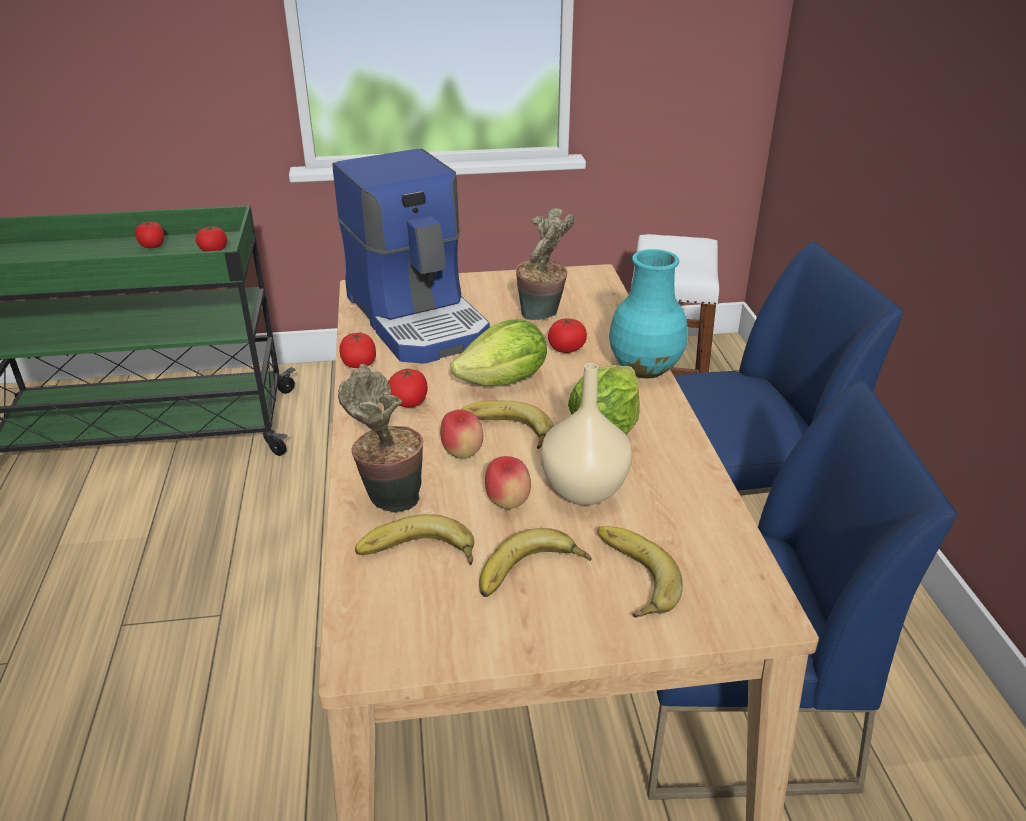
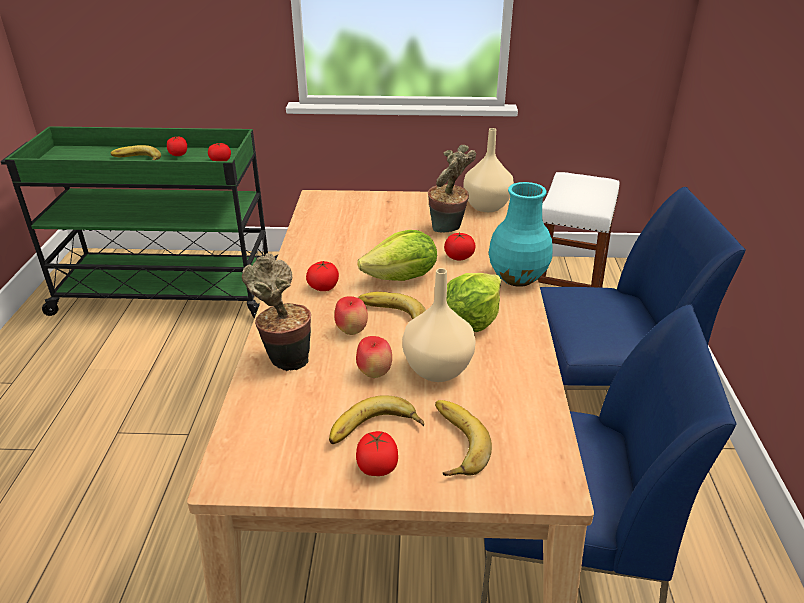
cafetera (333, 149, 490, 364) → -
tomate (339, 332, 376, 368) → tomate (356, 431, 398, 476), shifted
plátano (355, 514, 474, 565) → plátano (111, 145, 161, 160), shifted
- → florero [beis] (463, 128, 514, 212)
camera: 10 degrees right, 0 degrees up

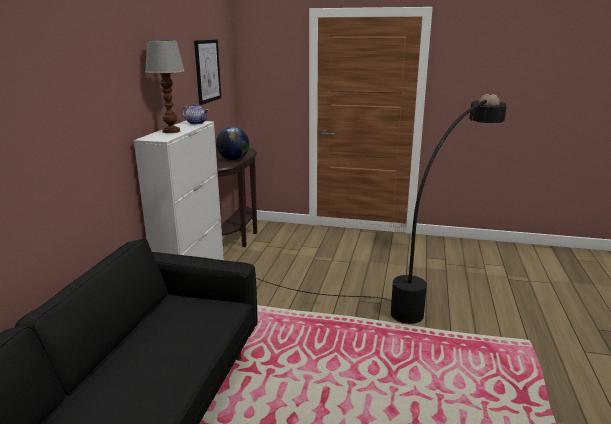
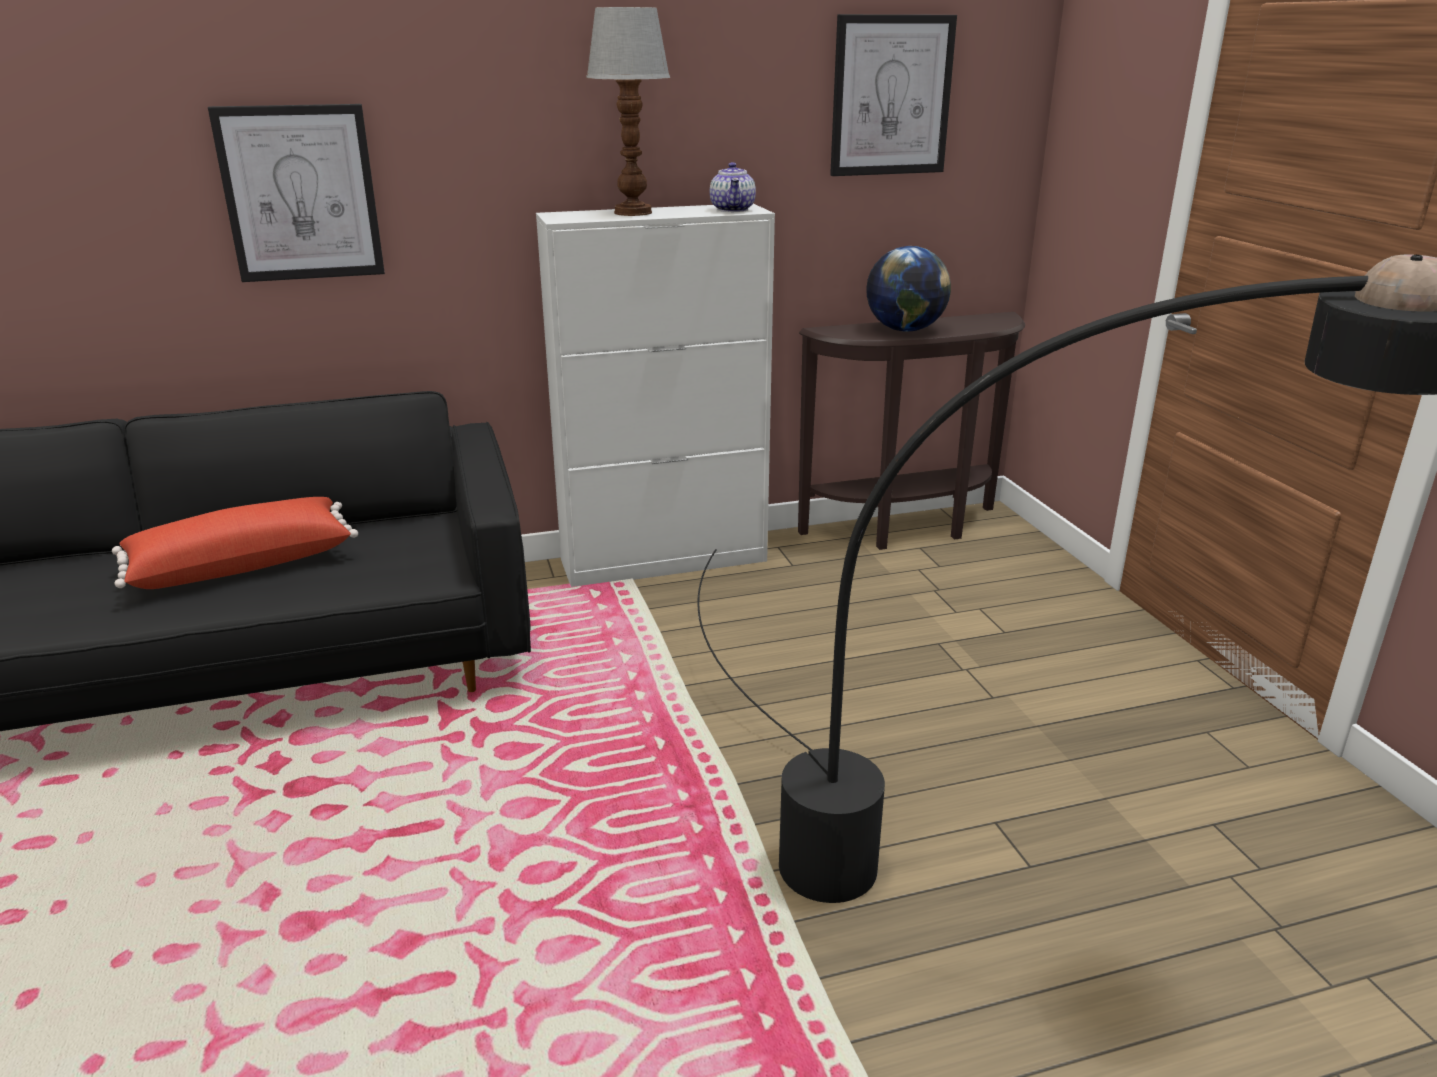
- → cojín [rojo] (112, 497, 358, 589)
- → cuadro (208, 104, 385, 282)
camera: 60 degrees right, 5 degrees up

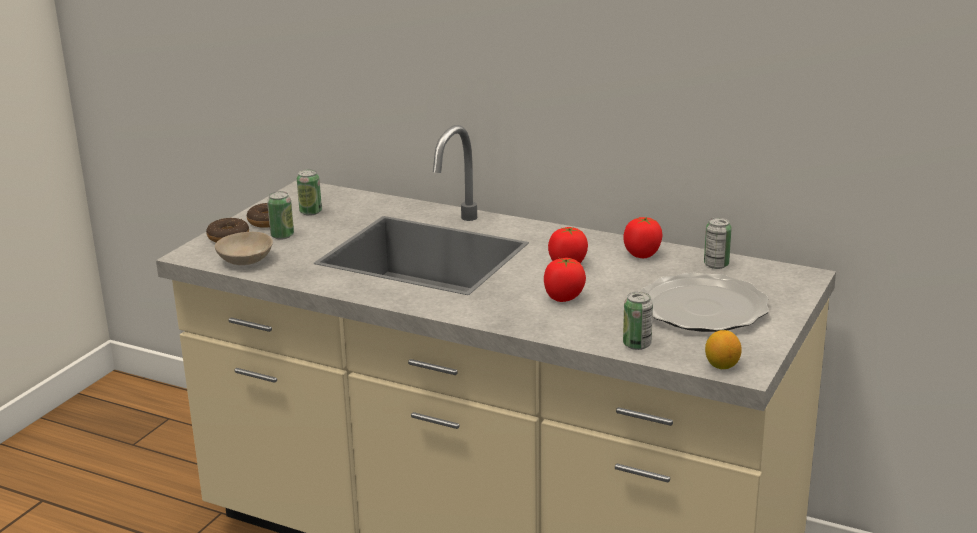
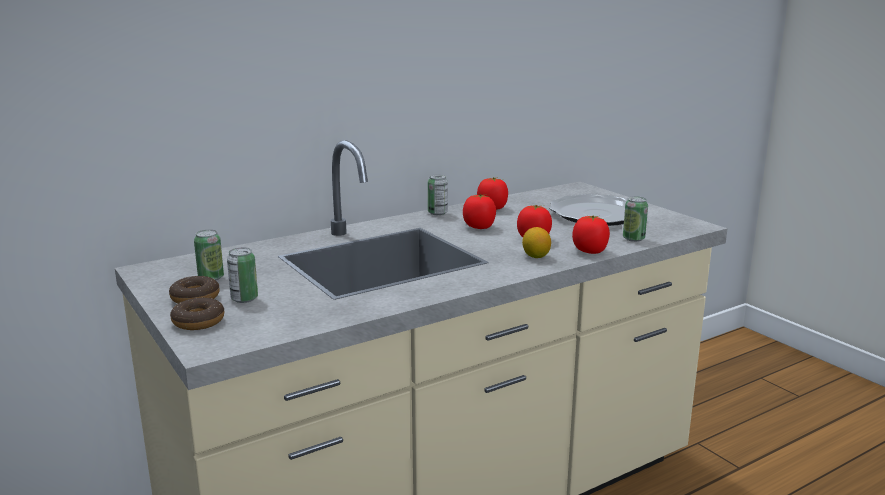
cuenco [beis] (215, 232, 273, 265) → -
lata (704, 217, 732, 269) → lata (428, 175, 448, 215), shifted
limón (705, 330, 742, 369) → limón (522, 227, 551, 258), shifted
- → tomate (572, 216, 610, 254)
camera: 60 degrees left, 5 degrees down

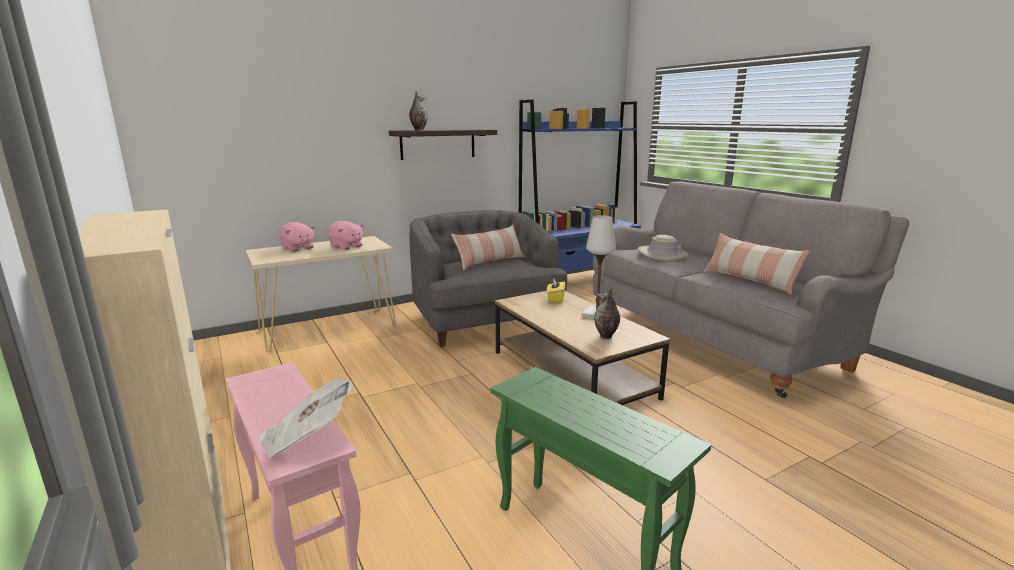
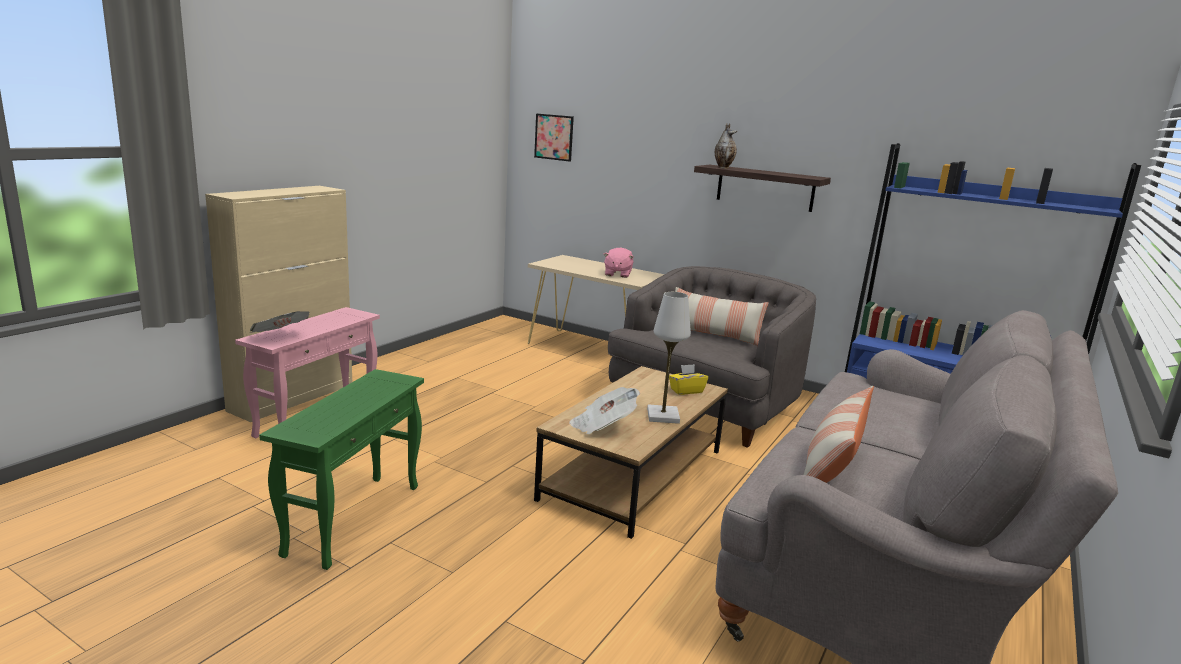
peluche [rosa] (279, 222, 314, 252) → -
florero (594, 287, 620, 339) → periódico (569, 387, 640, 434)
sombrero [beis] (638, 235, 689, 261) → -
- → cuadro (534, 114, 574, 162)
camera: 60 degrees right, 0 degrees up

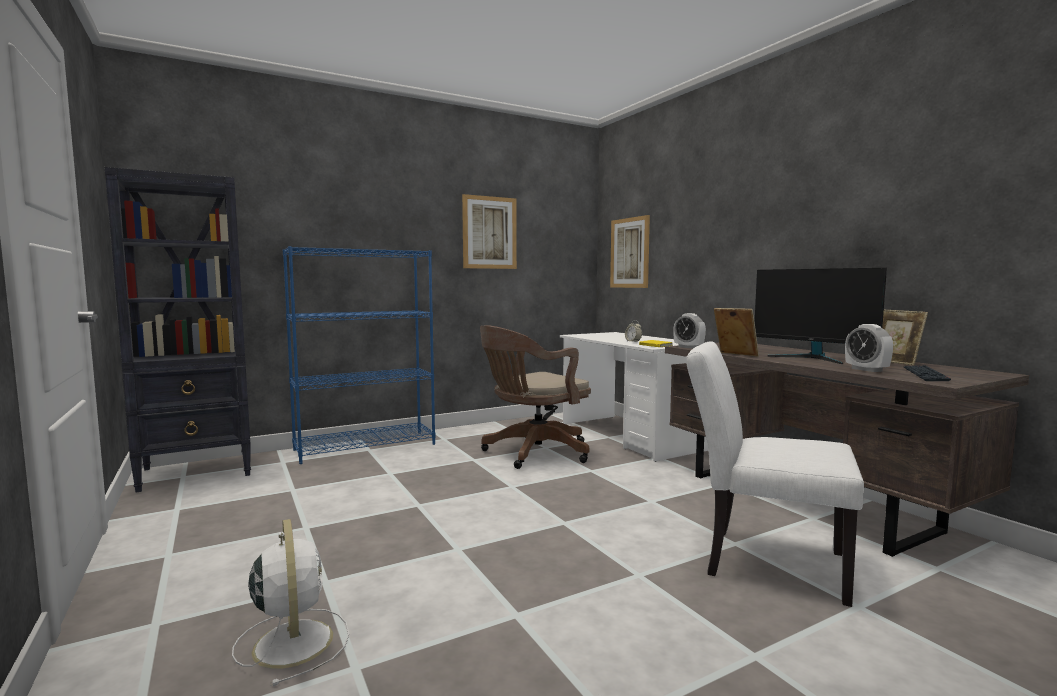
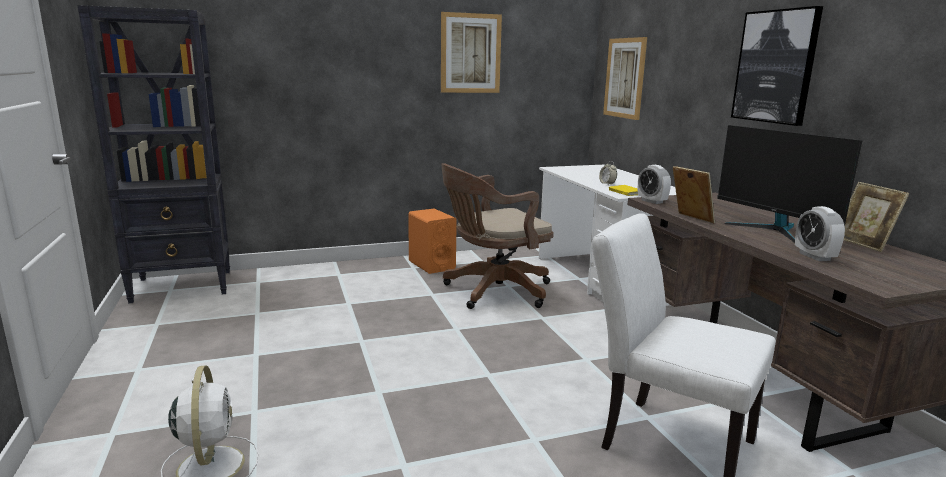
estantería [azul] (283, 246, 435, 464) → -
teclado (904, 365, 951, 381) → -
- → altavoz [naranja] (408, 209, 457, 274)
- → cuadro (731, 6, 823, 126)
camera: 10 degrees right, 10 degrees up

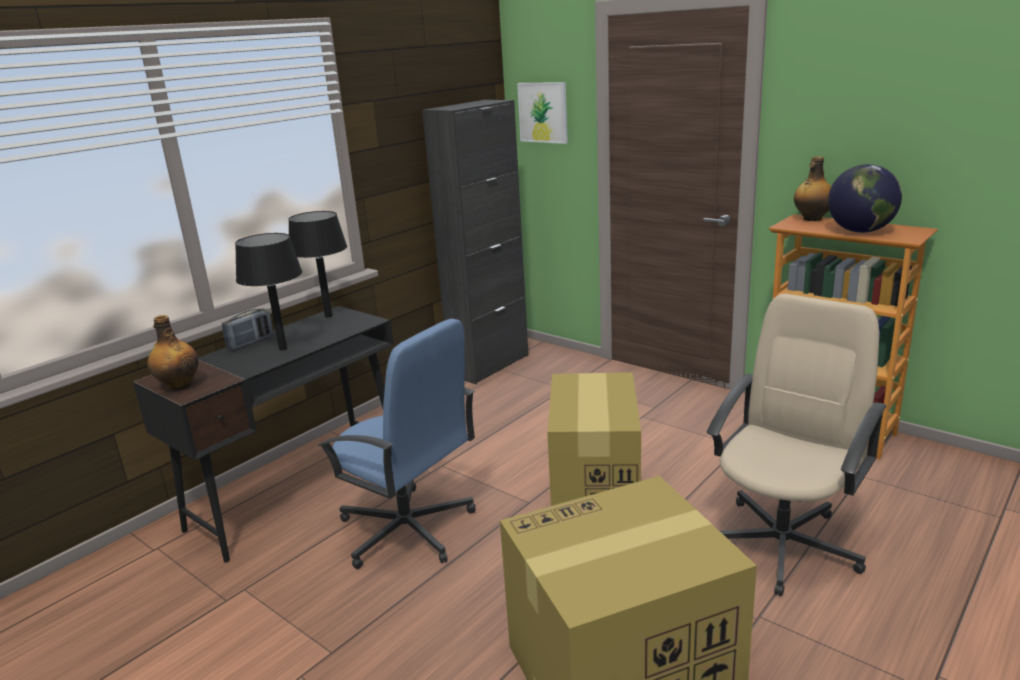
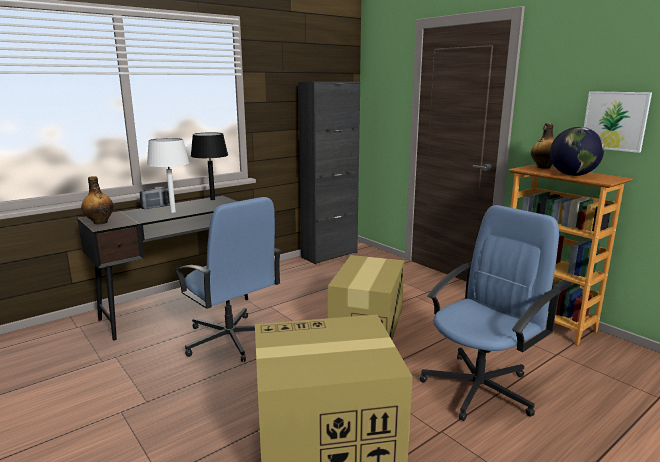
lámpara de mesa [negro] (235, 233, 302, 351) → lámpara de mesa [blanco] (147, 138, 189, 213)
cuadro (517, 82, 568, 144) → cuadro (584, 91, 652, 153), shifted
silla de oficina [beis] (707, 294, 887, 596) → silla de oficina [azul] (420, 205, 562, 421)
camera: 10 degrees right, 5 degrees down

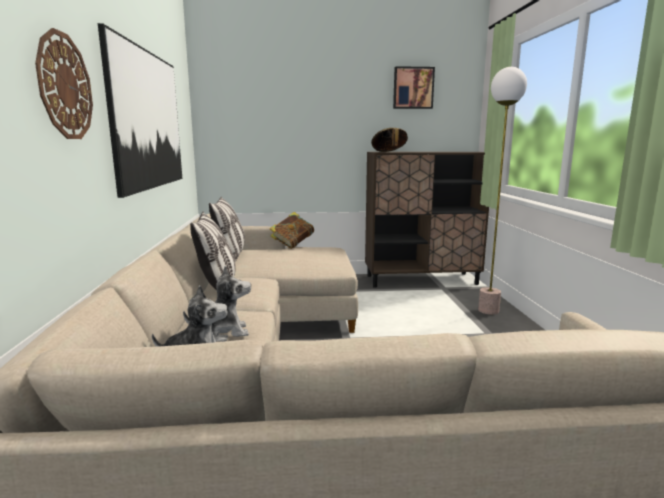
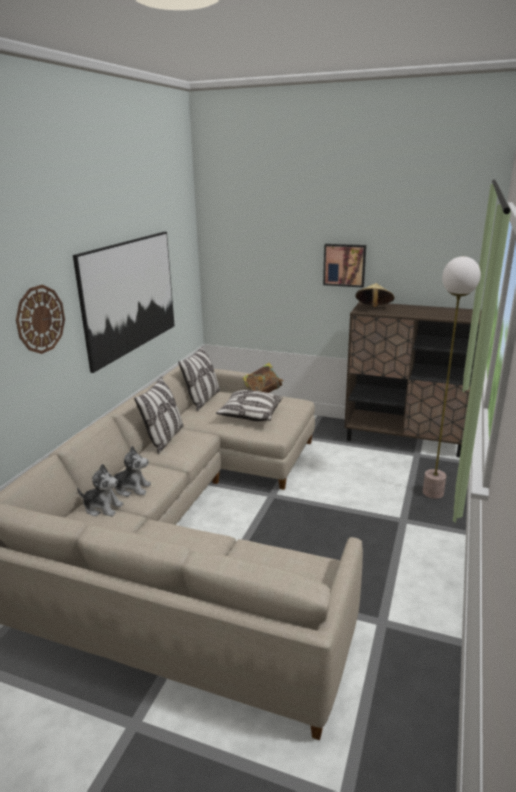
cuadro (393, 66, 435, 109) → cuadro (323, 244, 366, 288), shifted
- → cojín (216, 390, 282, 421)
camera: 25 degrees right, 10 degrees up

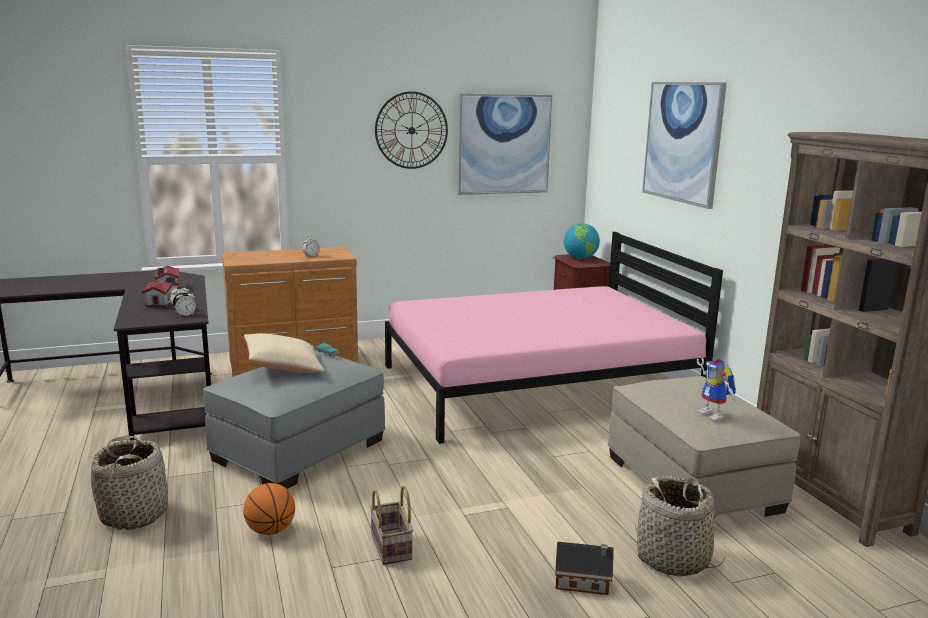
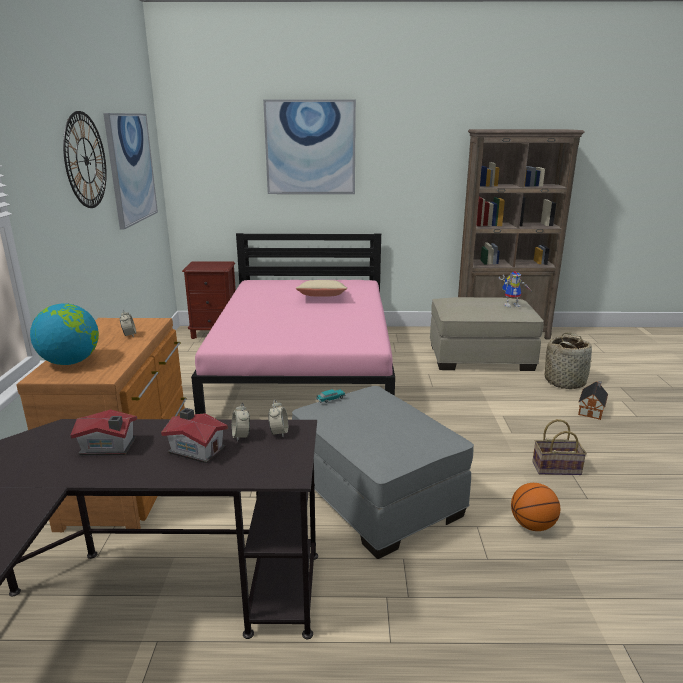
cesta (91, 435, 168, 530) → -
cojín [beis] (244, 333, 325, 373) → cojín [beis] (296, 280, 347, 296), shifted
globo terráqueo (564, 223, 600, 259) → globo terráqueo (30, 303, 99, 365), shifted
camera: 70 degrees left, 5 degrees up

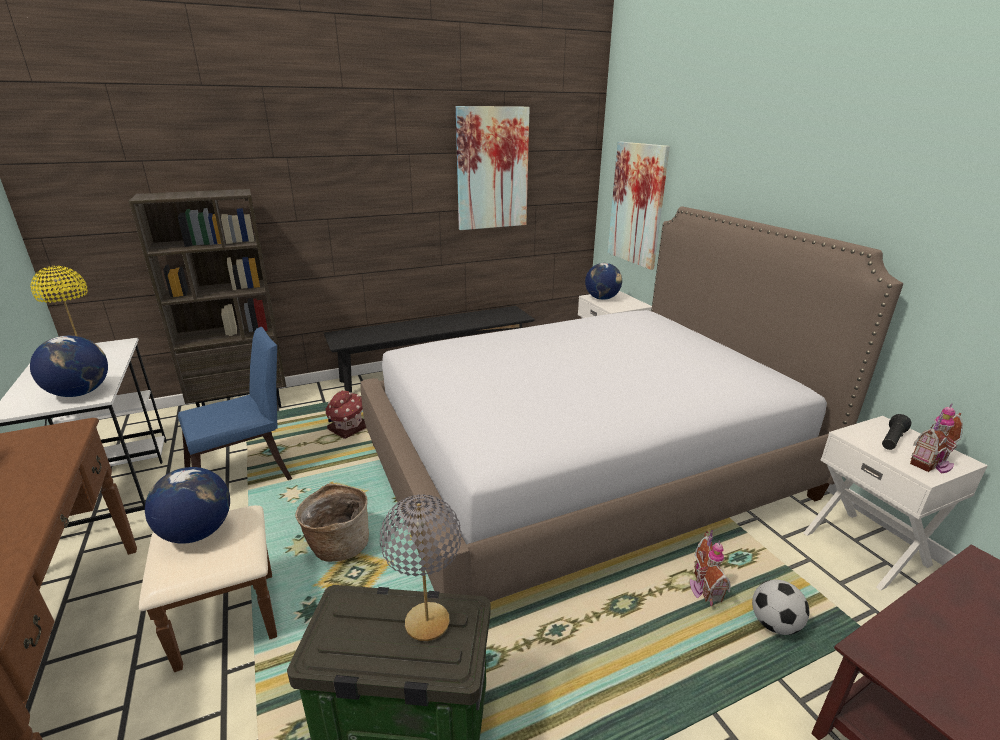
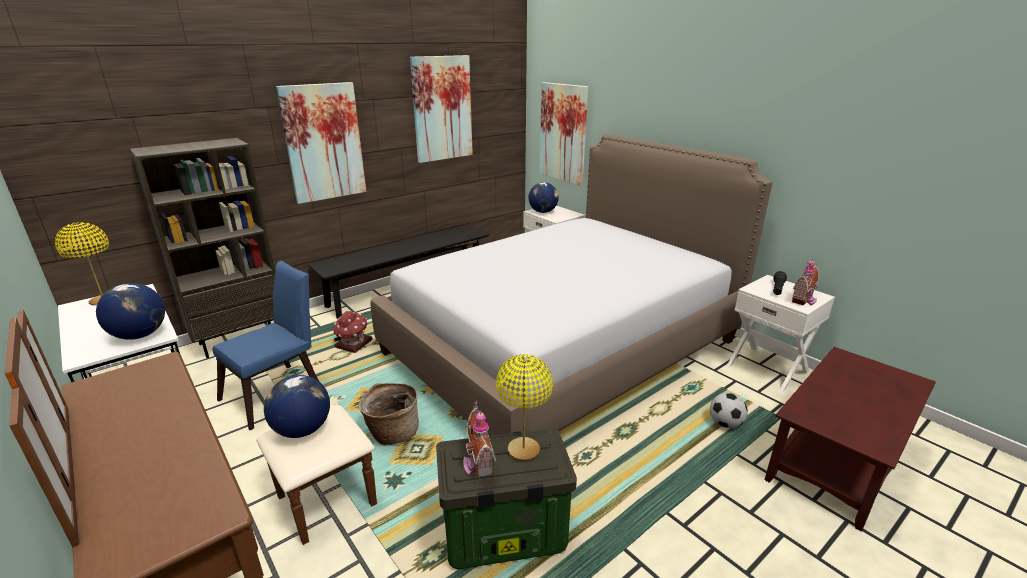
lámpara de mesa [gris] (380, 494, 462, 641) → lámpara de mesa [amarillo] (496, 354, 553, 461)
casita (690, 530, 731, 606) → casita (463, 401, 496, 480), shifted
- → cuadro (276, 82, 366, 204)
camera: 15 degrees left, 0 degrees up

